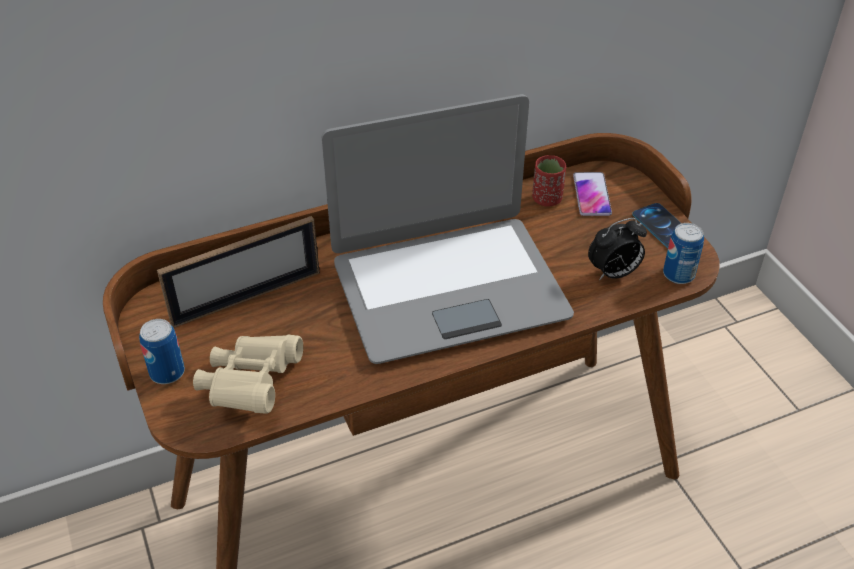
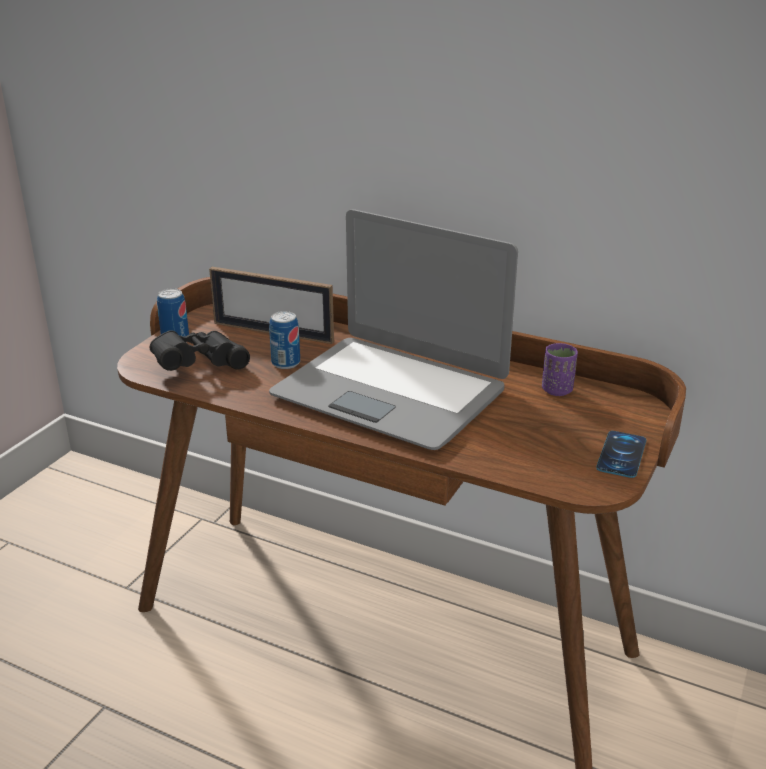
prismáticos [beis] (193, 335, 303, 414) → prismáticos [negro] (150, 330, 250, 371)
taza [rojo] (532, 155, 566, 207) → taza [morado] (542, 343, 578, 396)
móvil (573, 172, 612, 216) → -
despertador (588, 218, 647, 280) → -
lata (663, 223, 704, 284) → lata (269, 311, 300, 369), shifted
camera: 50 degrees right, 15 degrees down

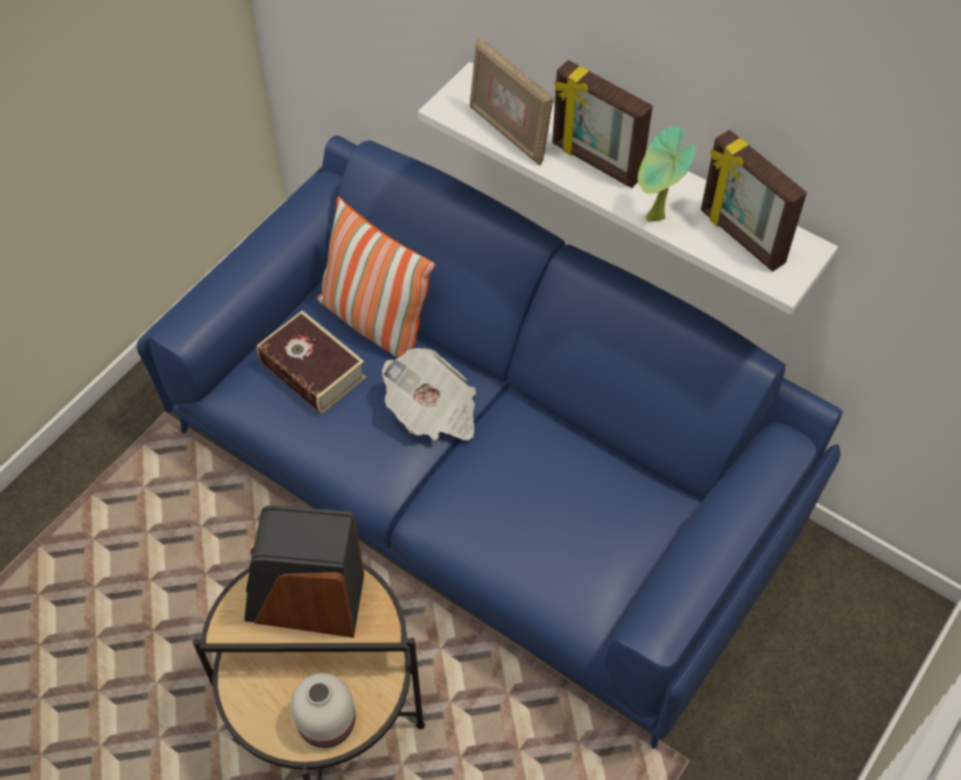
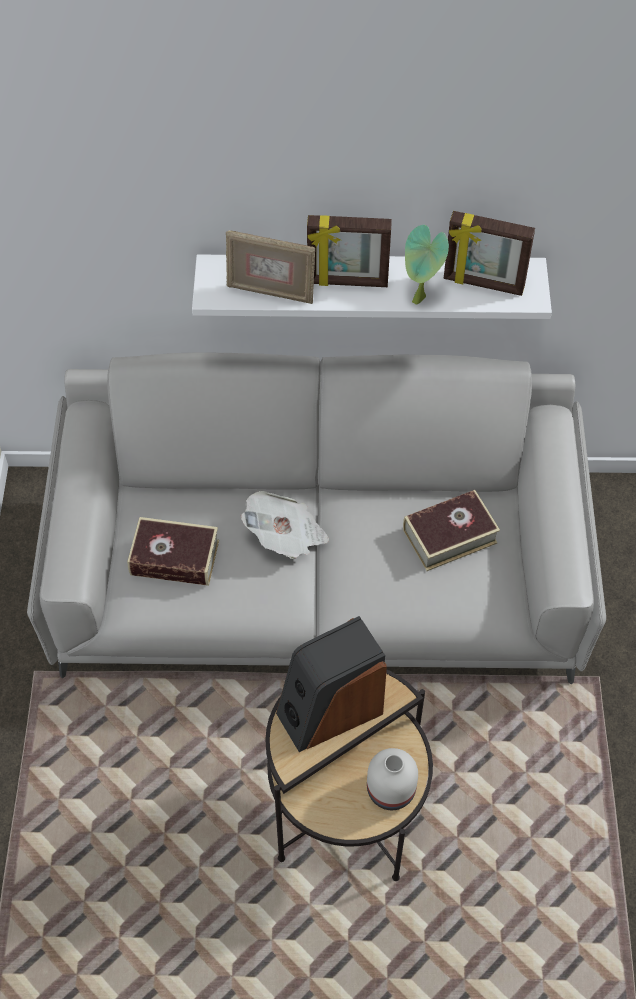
sofá [azul] (137, 136, 843, 749) → sofá [gris] (27, 353, 606, 684)
cojín (317, 197, 436, 358) → -
- → libro (403, 490, 500, 571)
camera: 35 degrees left, 0 degrees up

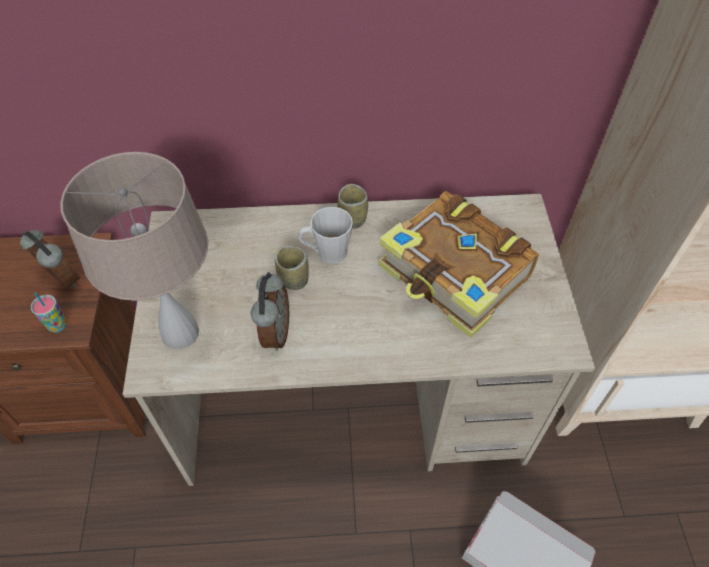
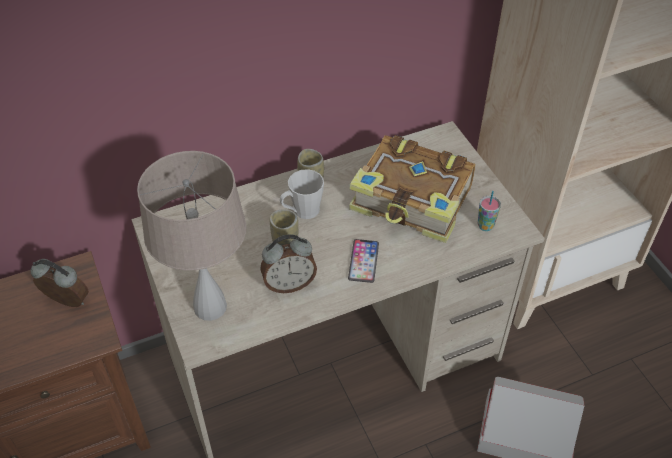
taza (31, 292, 67, 333) → taza (477, 191, 501, 231), shifted
despertador (251, 272, 289, 351) → despertador (260, 235, 317, 293), 90 degrees clockwise
- → móvil (348, 239, 379, 283)
camera: 20 degrees left, 5 degrees down

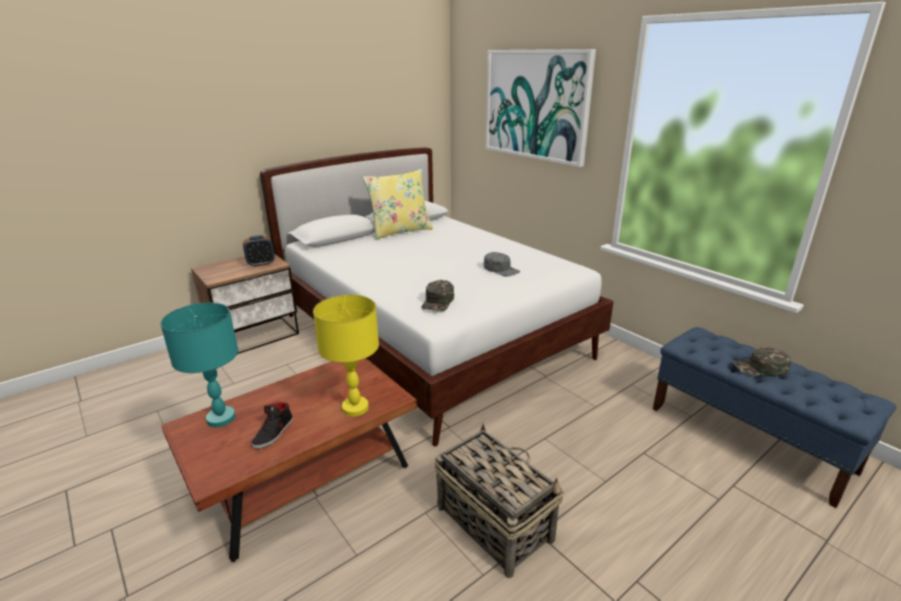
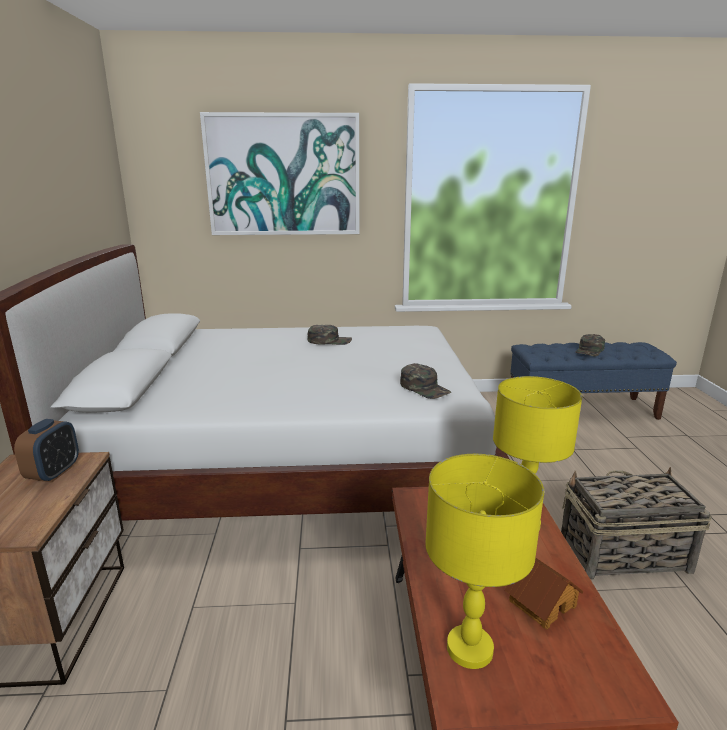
lámpara de mesa [turquesa] (160, 303, 238, 427) → lámpara de mesa [amarillo] (425, 454, 544, 669)
zapato [negro] (251, 402, 293, 449) → casita (505, 557, 583, 629)
cojín [amarillo] (362, 169, 433, 240) → -
gorra [gris] (484, 252, 520, 277) → -
- → gorra [verde] (307, 325, 352, 345)
camera: 55 degrees left, 5 degrees down

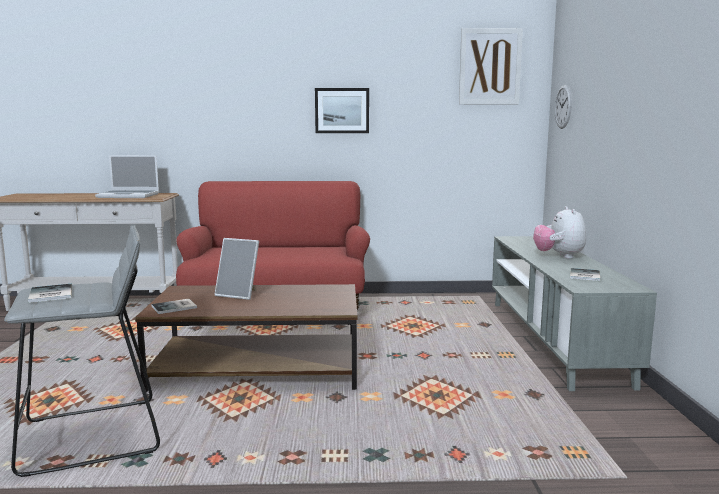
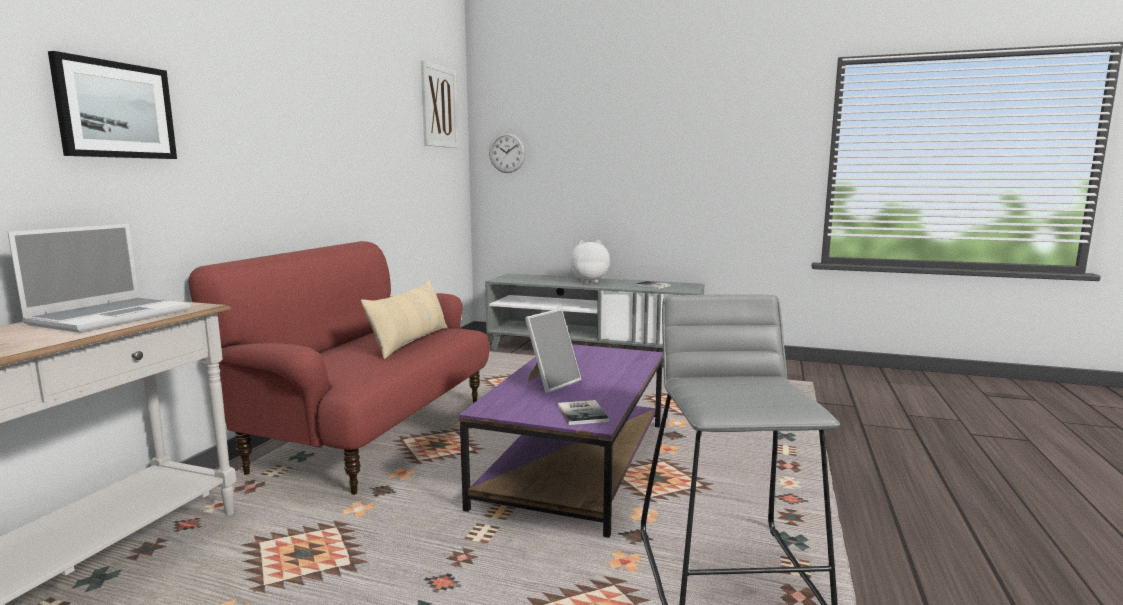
libro (28, 284, 72, 303) → -
mesa de centro [marrón] (135, 284, 358, 392) → mesa de centro [morado] (459, 344, 663, 538)
cuadro (315, 88, 369, 133) → cuadro (48, 51, 177, 159), shifted
peluche (533, 206, 586, 259) → peluche (570, 240, 610, 283), 150 degrees clockwise
- → cojín [beis] (361, 280, 448, 359)
camera: 70 degrees left, 0 degrees up

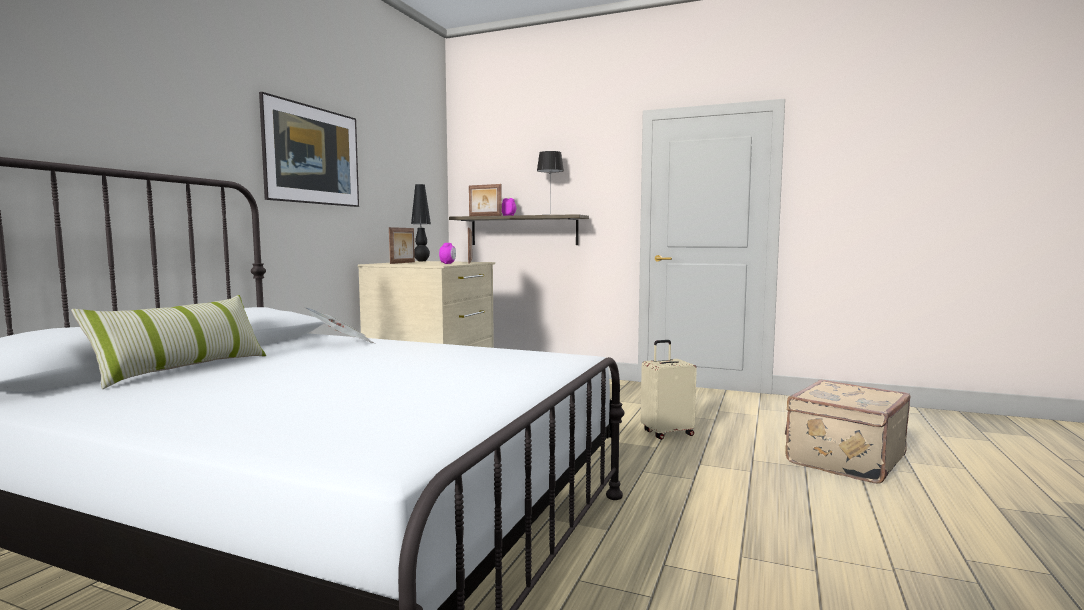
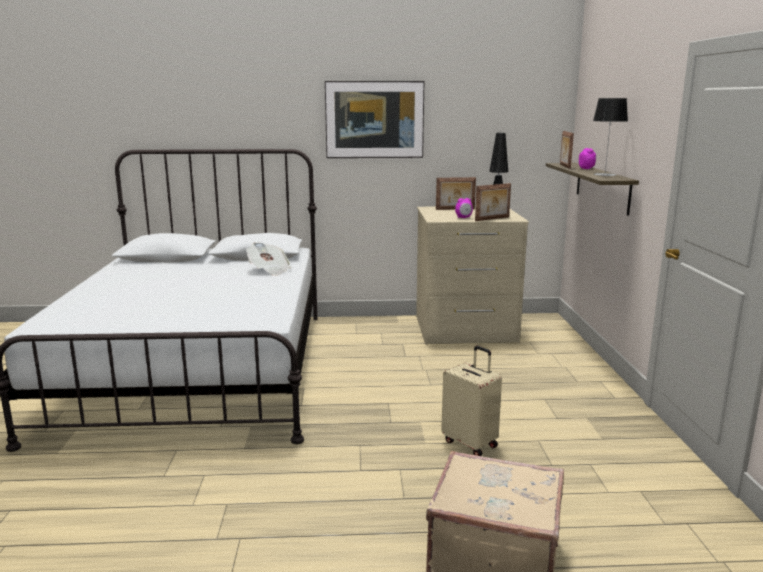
cojín (71, 295, 266, 389) → -
camera: 65 degrees right, 10 degrees up

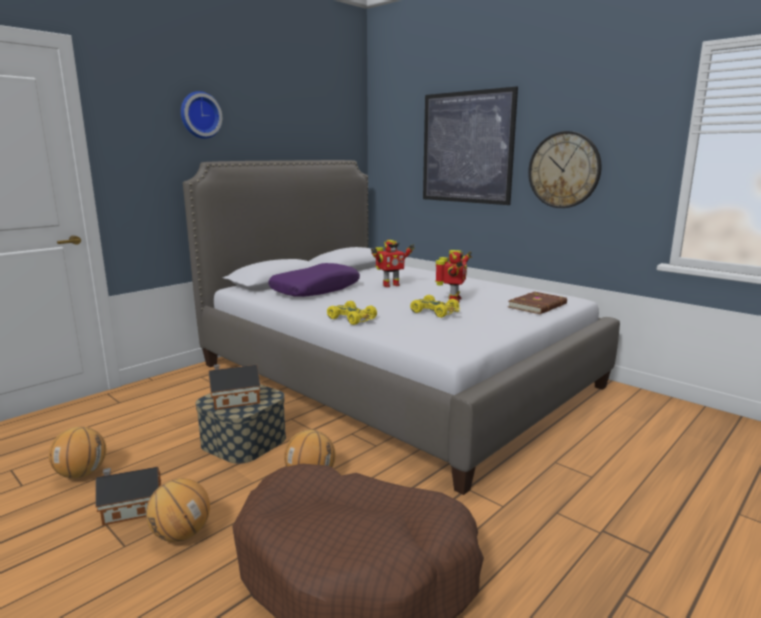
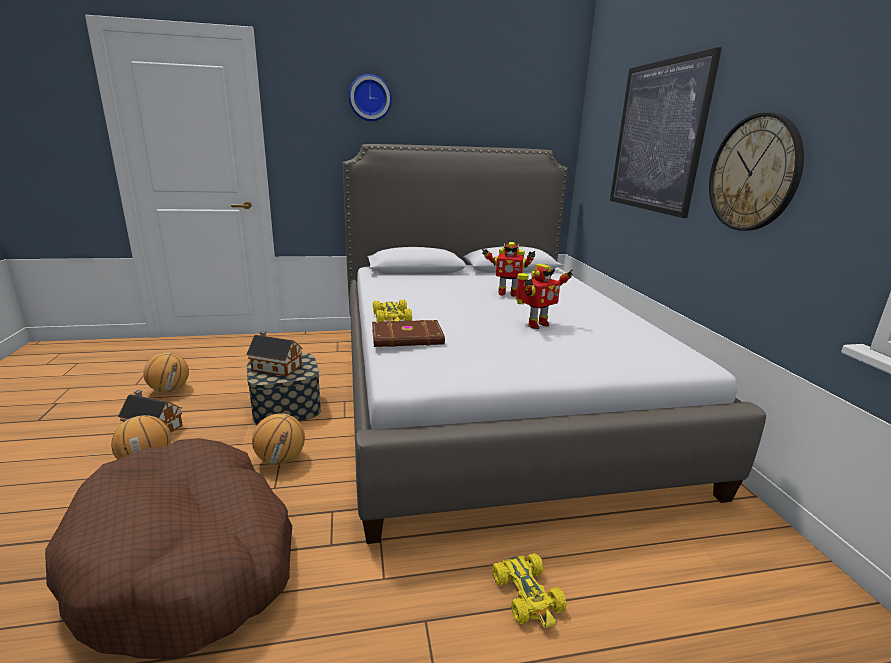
cojín [morado] (268, 263, 360, 297) → -
coche de juguete [amarillo] (410, 295, 460, 318) → coche de juguete [amarillo] (492, 553, 567, 628), shifted
libro [marrón] (508, 292, 567, 314) → libro [marrón] (372, 320, 445, 347), shifted
camera: 35 degrees right, 5 degrees up

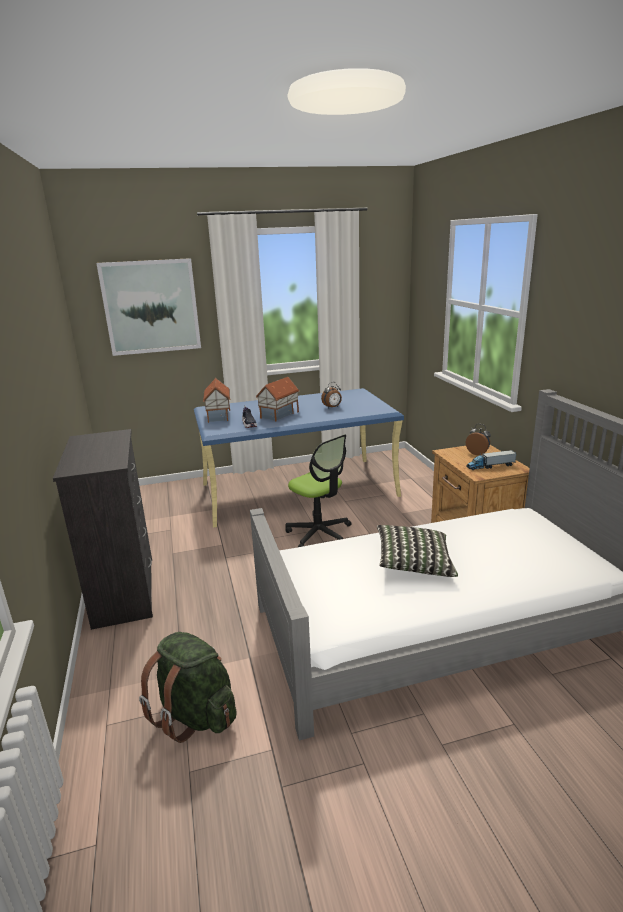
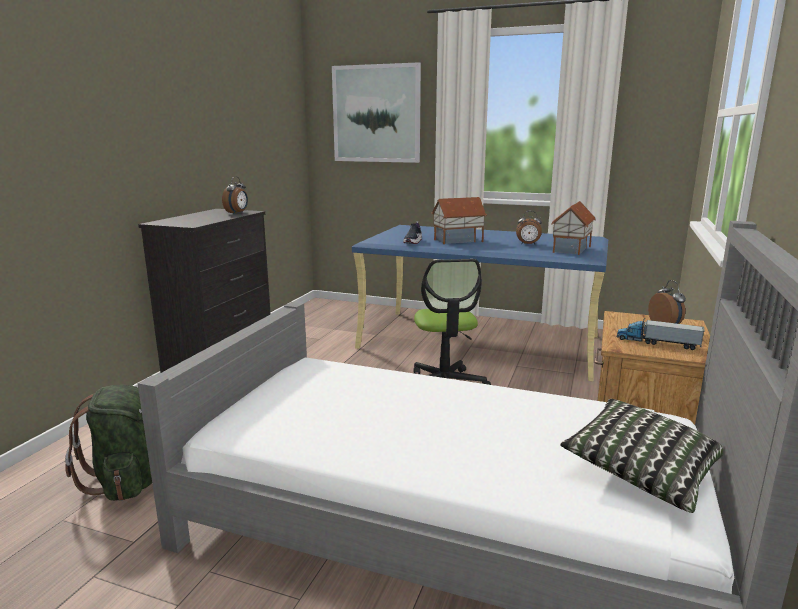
casita (202, 378, 231, 423) → casita (551, 201, 596, 255), shifted
cojín (377, 525, 458, 577) → cojín (560, 399, 723, 513), shifted
- → despertador (222, 176, 248, 214)
camera: 35 degrees right, 5 degrees down

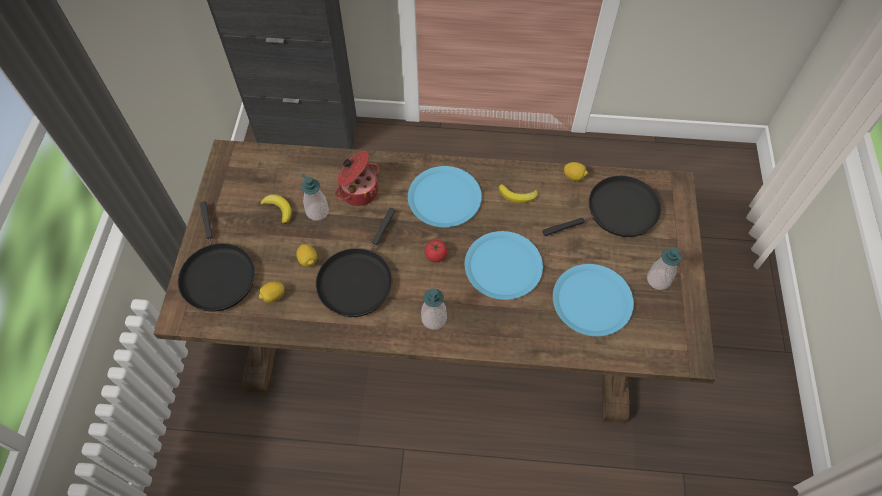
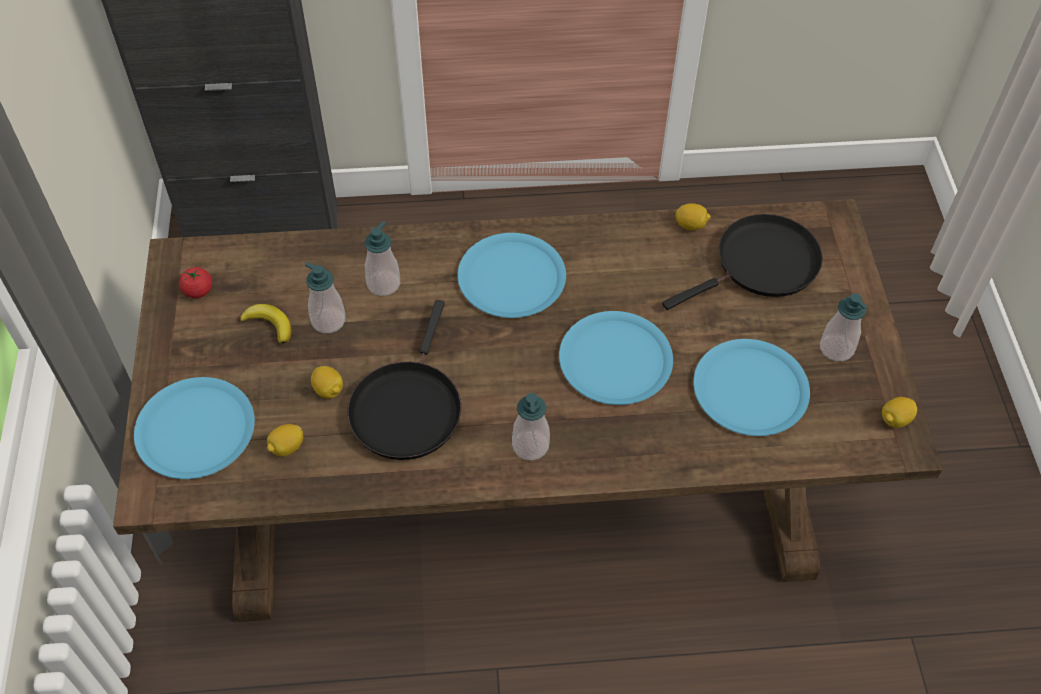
sartén [negro] (178, 201, 255, 312) → plato [azul] (134, 377, 255, 479)
olla (335, 151, 379, 206) → dispensador de jabón (365, 221, 400, 296)
tomate (425, 240, 448, 262) → tomate (179, 267, 212, 298), shifted
plátano (498, 184, 538, 203) → -
- → limón (882, 397, 917, 428)
camera: 10 degrees left, 5 degrees down

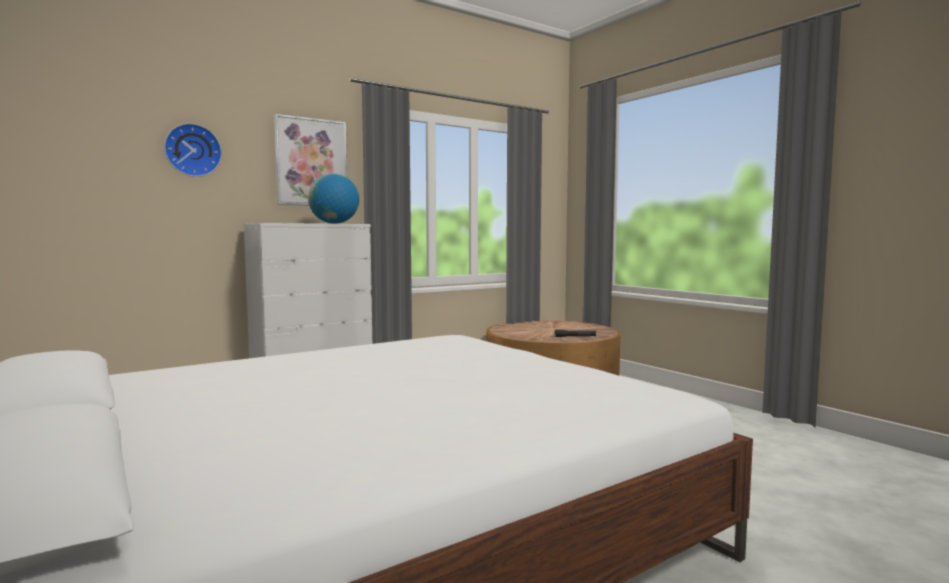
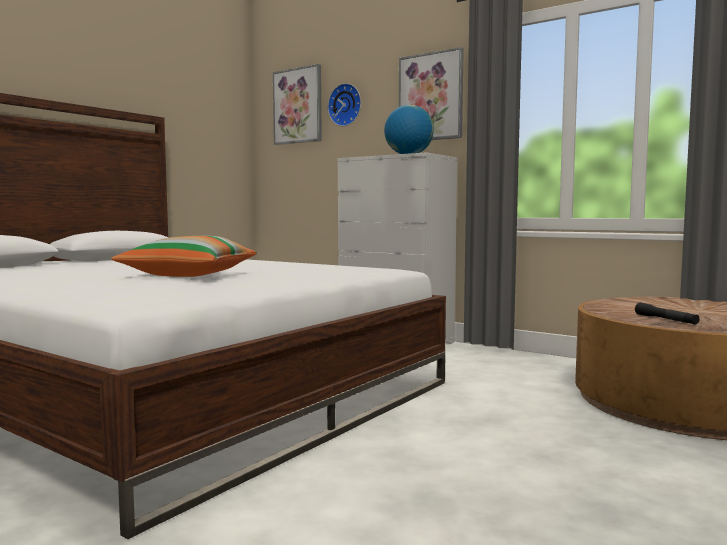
- → cojín (111, 236, 257, 277)
- → cuadro (273, 64, 322, 145)
camera: 70 degrees right, 0 degrees up

